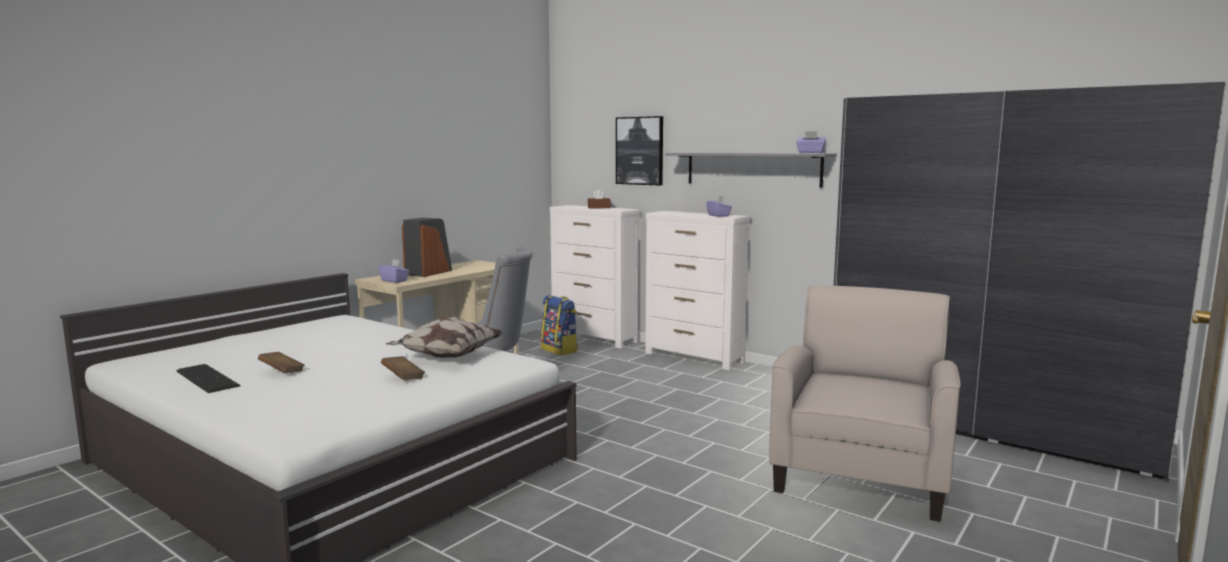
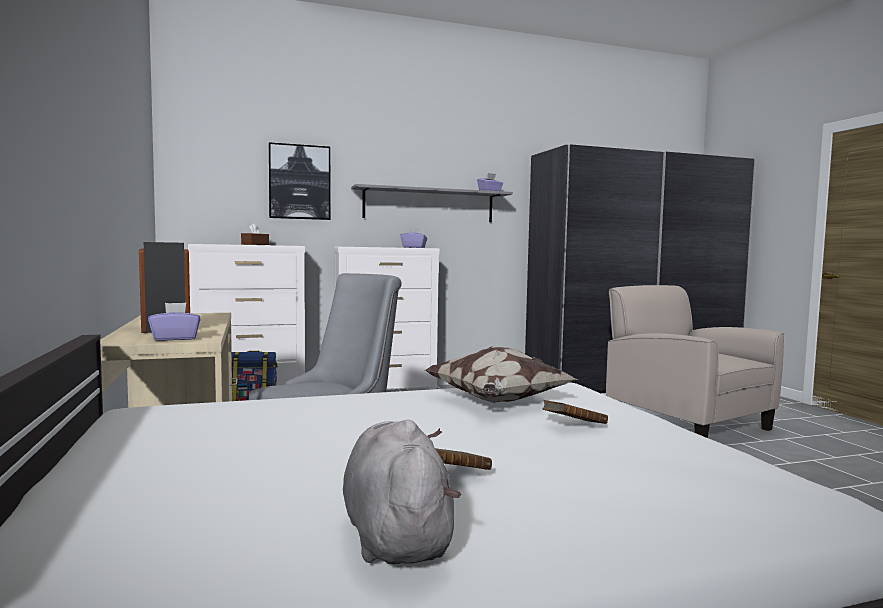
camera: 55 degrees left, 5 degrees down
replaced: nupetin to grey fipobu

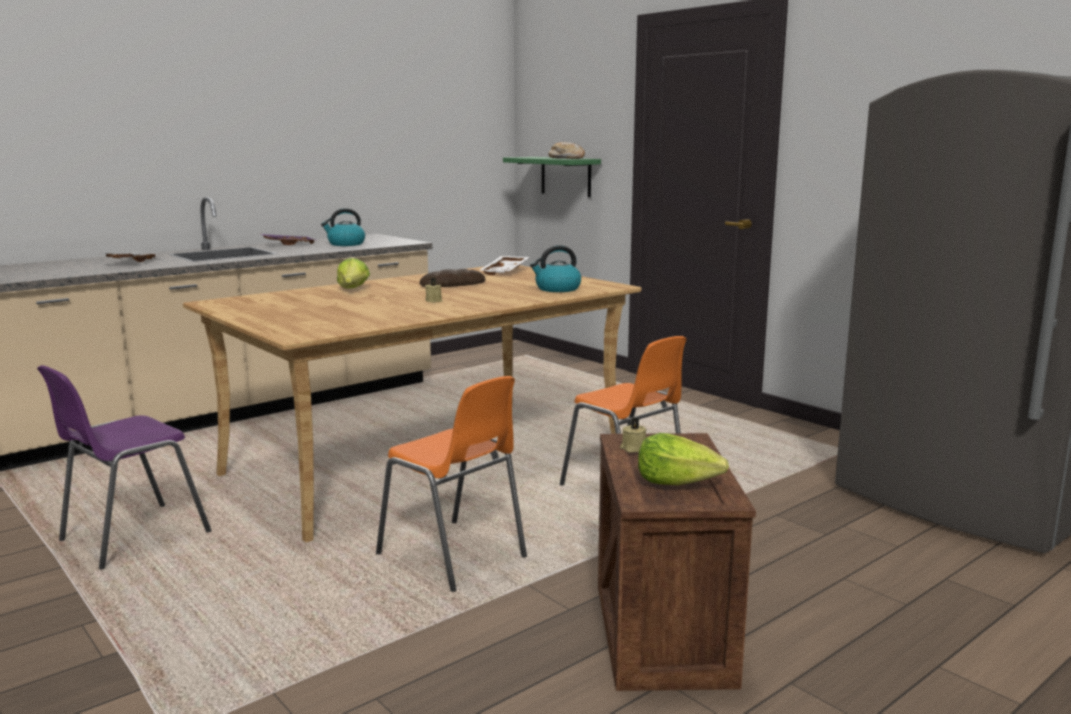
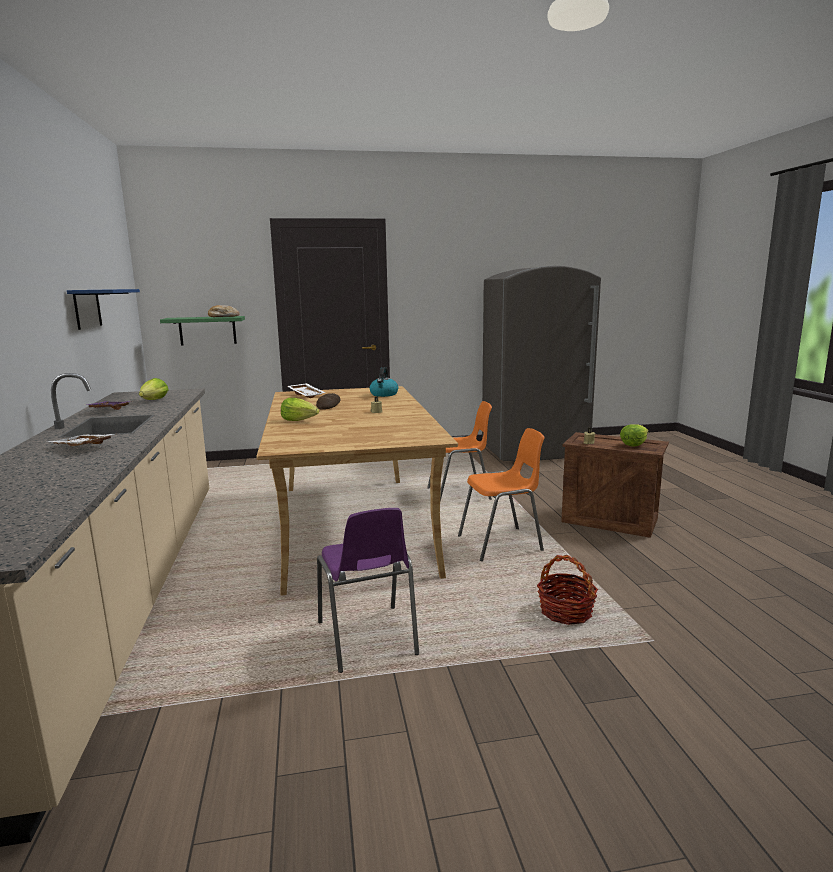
camera: 60 degrees left, 0 degrees up
added: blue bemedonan; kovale
replaced: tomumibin (1st from left) to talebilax (1st from left)

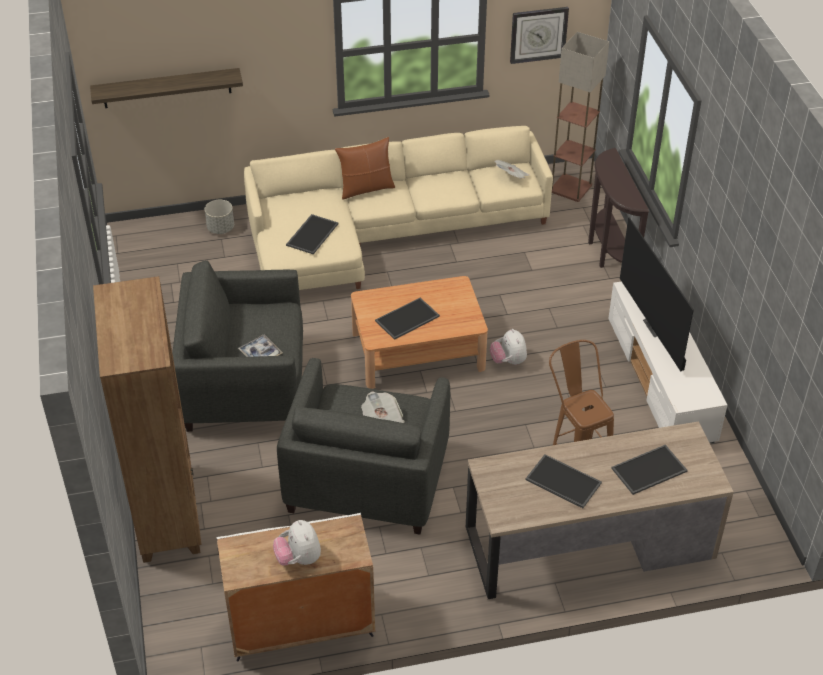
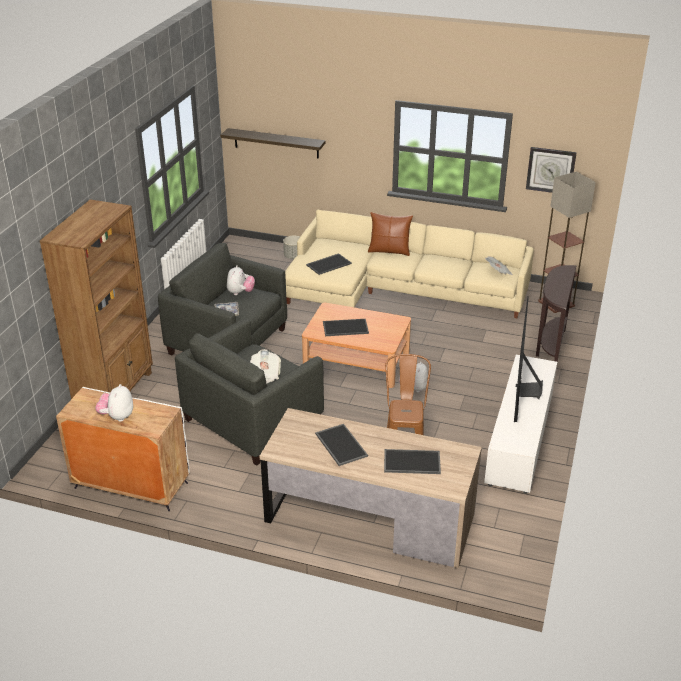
camera: 30 degrees right, 10 degrees down
added: fipobu (2nd from left)

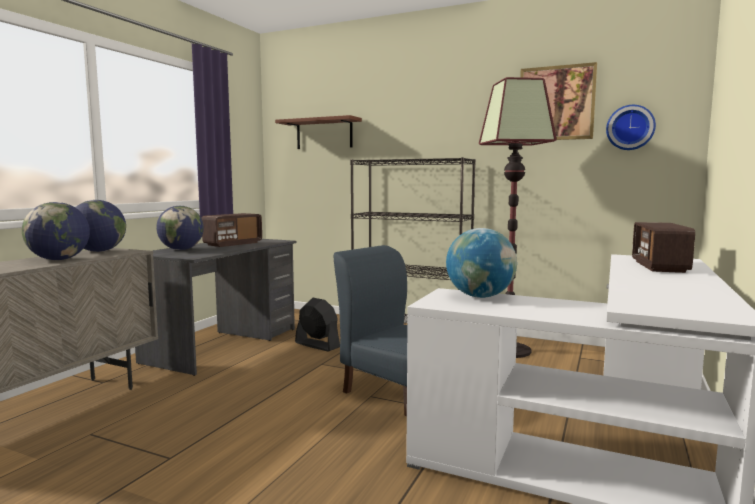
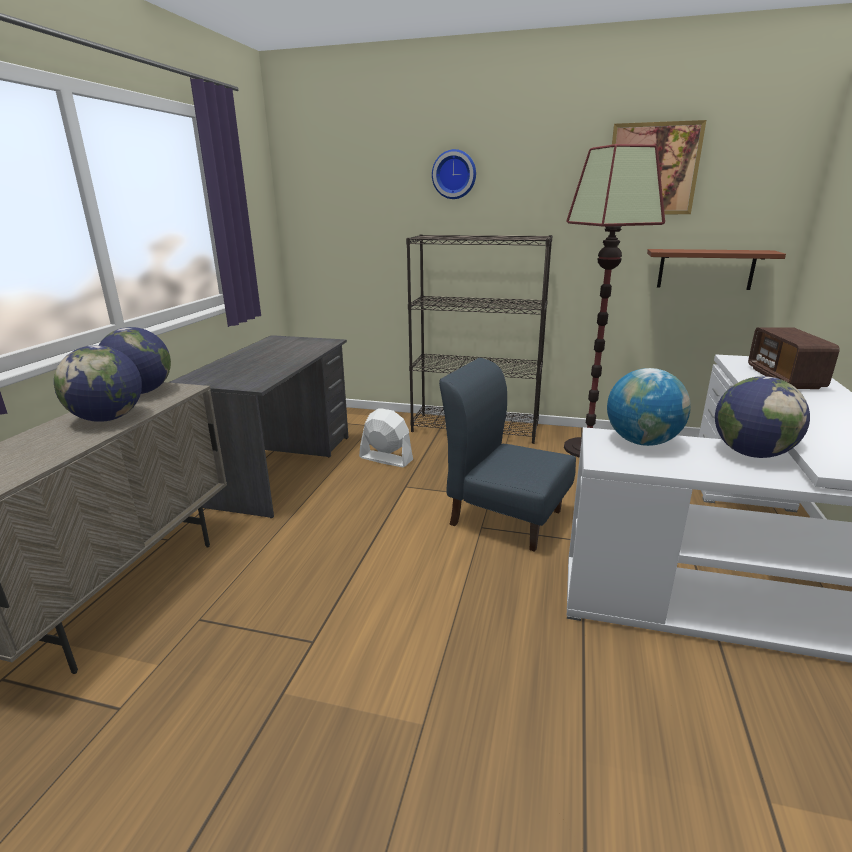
camera: 10 degrees left, 15 degrees up
removed: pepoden (1st from left)
moved: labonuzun; brown bemedonan; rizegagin (3rd from left in the first image) to rizegagin (4th from left)
recoloured: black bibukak to white bibukak

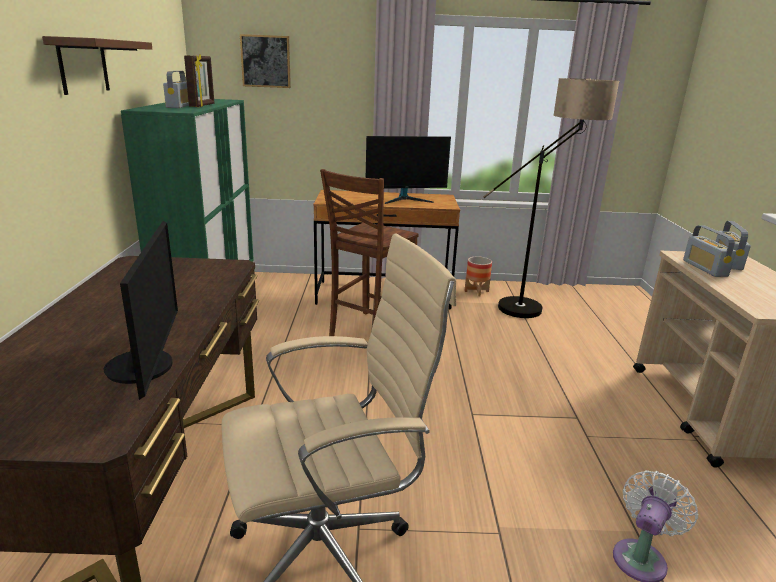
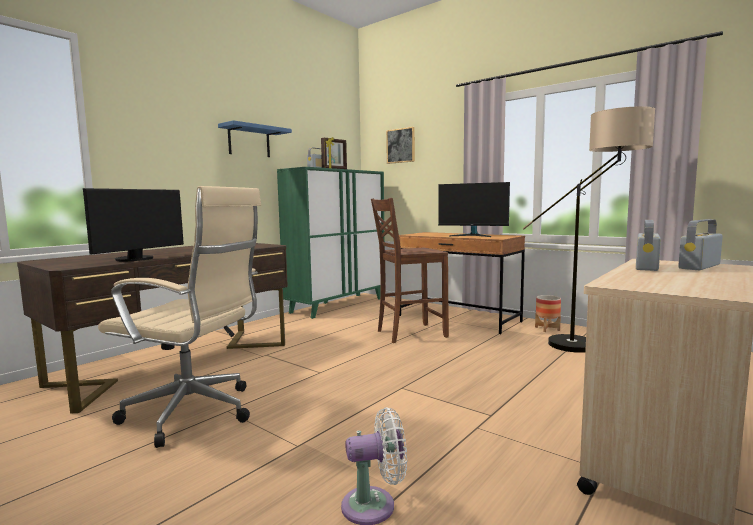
camera: 40 degrees right, 15 degrees down
recoloured: brown bemedonan to blue bemedonan

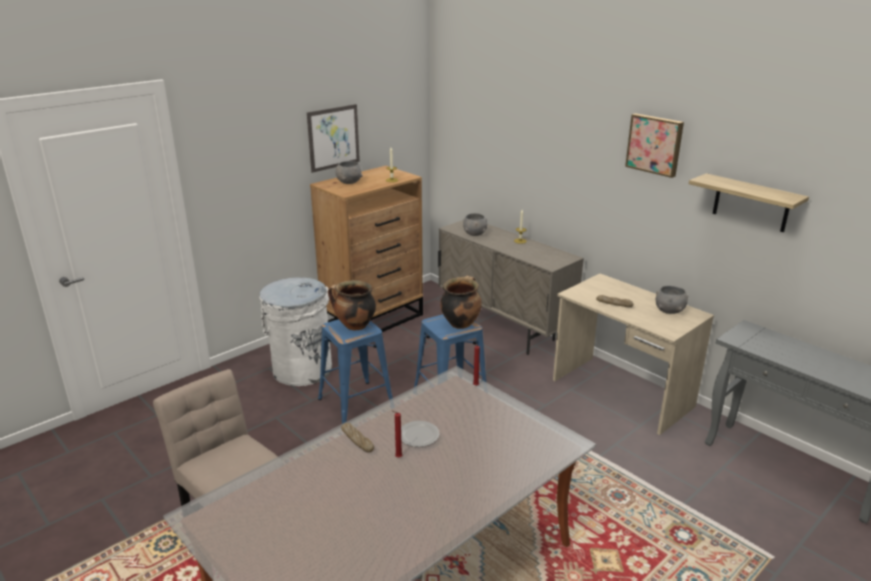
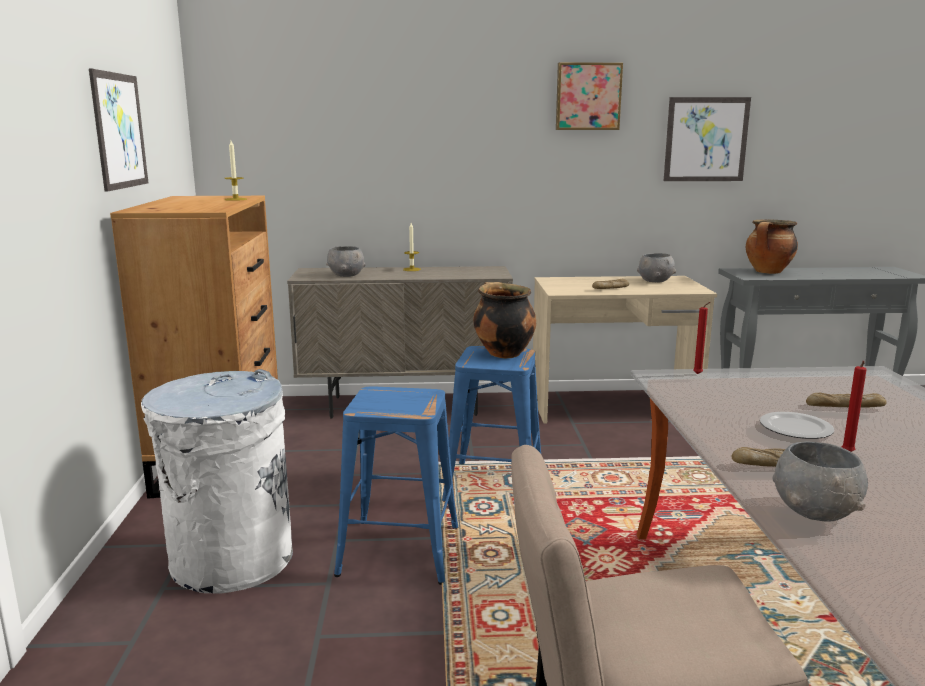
camera: 50 degrees left, 10 degrees down
added: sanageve (3rd from left)
moved: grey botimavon (1st from left in the first image) to grey botimavon (3rd from left); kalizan (1st from left in the first image) to kalizan (2nd from left)
replaced: bemedonan to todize (3rd from left)

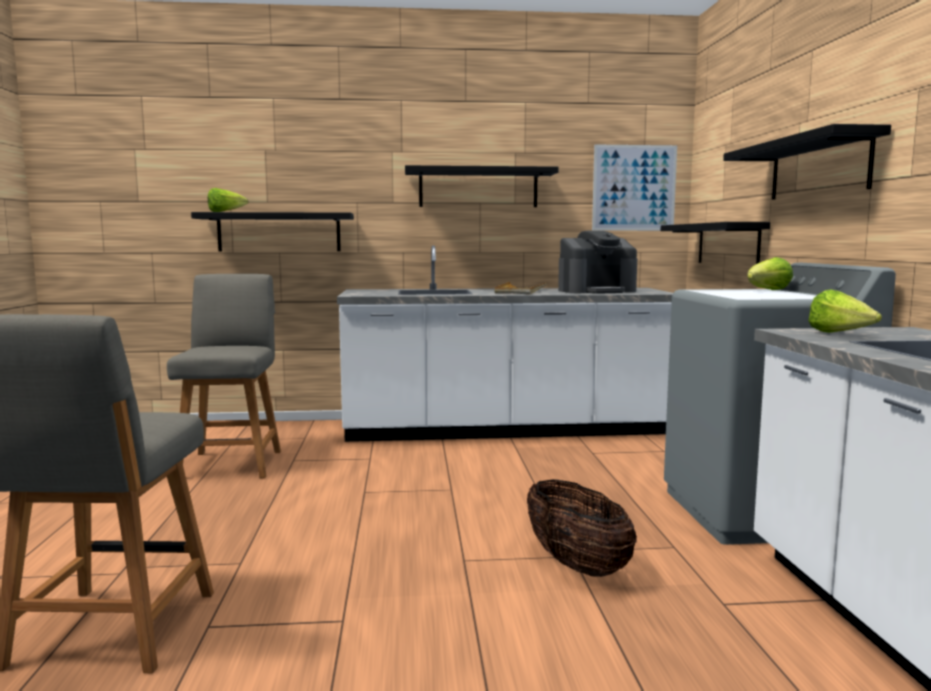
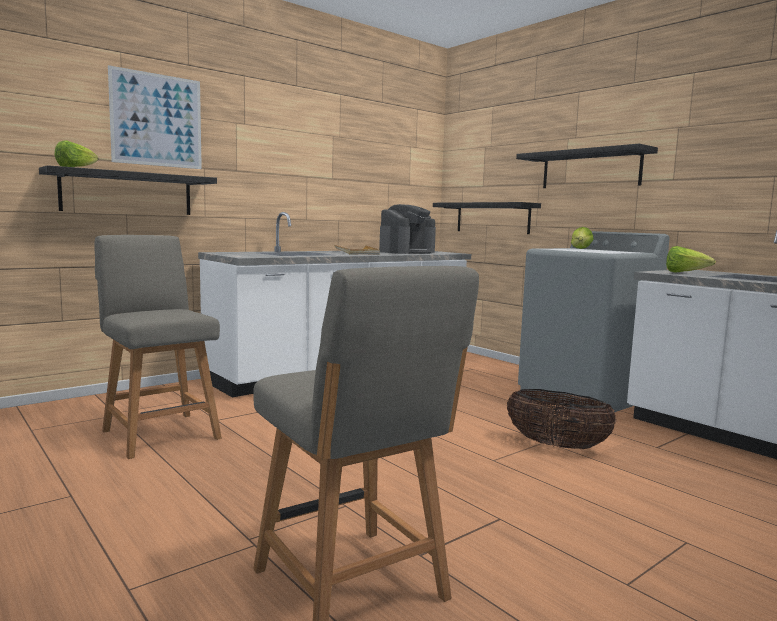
camera: 35 degrees left, 0 degrees up
removed: black bemedonan (2nd from left)
moved: todize

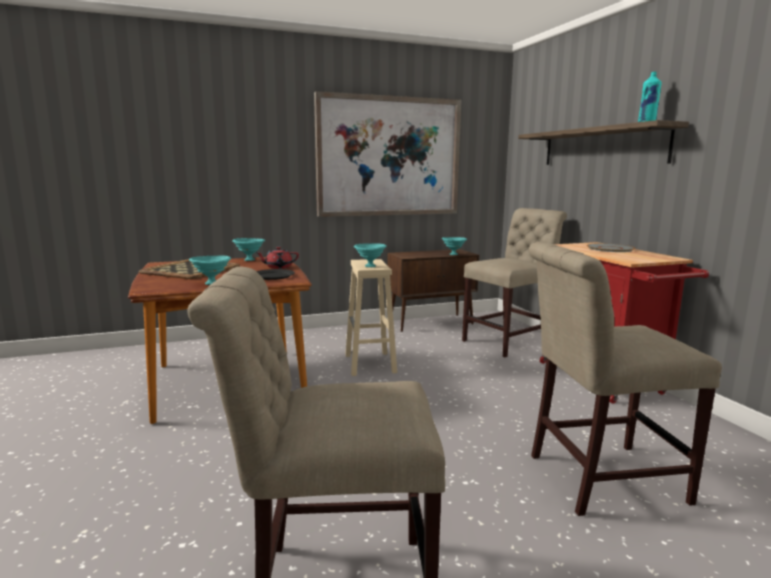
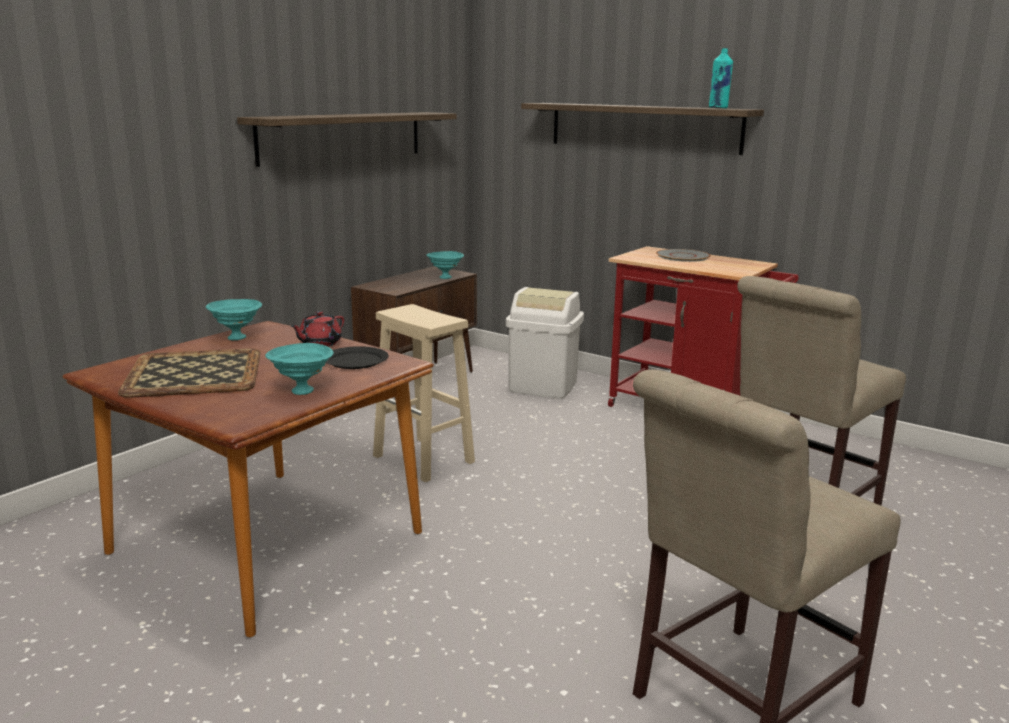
camera: 35 degrees left, 5 degrees up
removed: turquoise botimavon (3rd from left)
replaced: todize to bemedonan (1st from left); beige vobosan (2nd from left) to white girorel

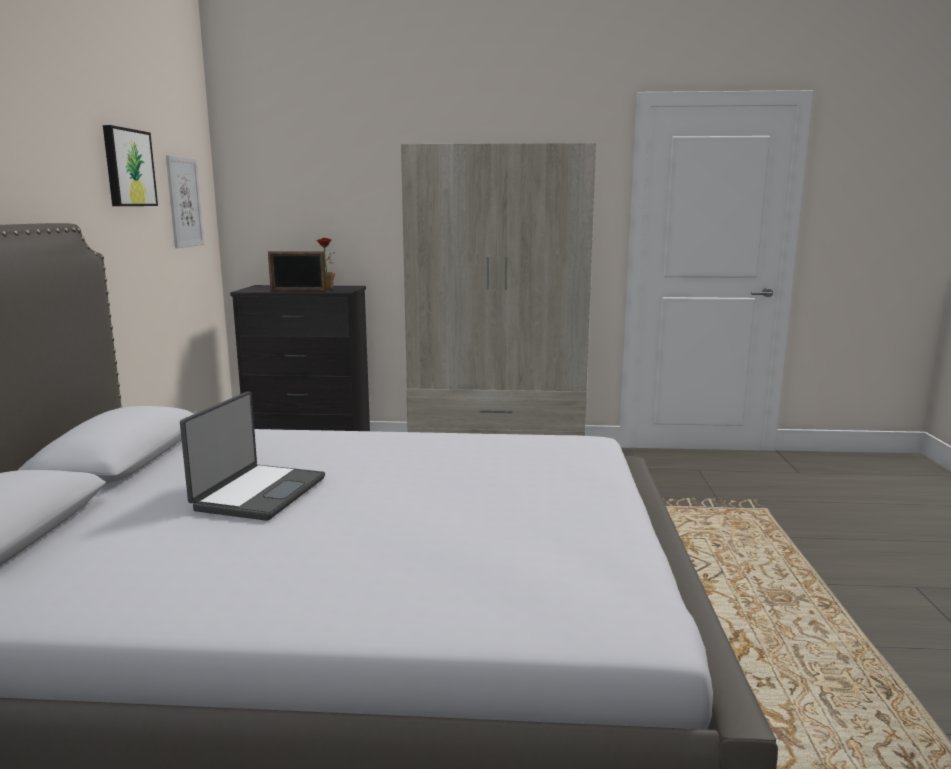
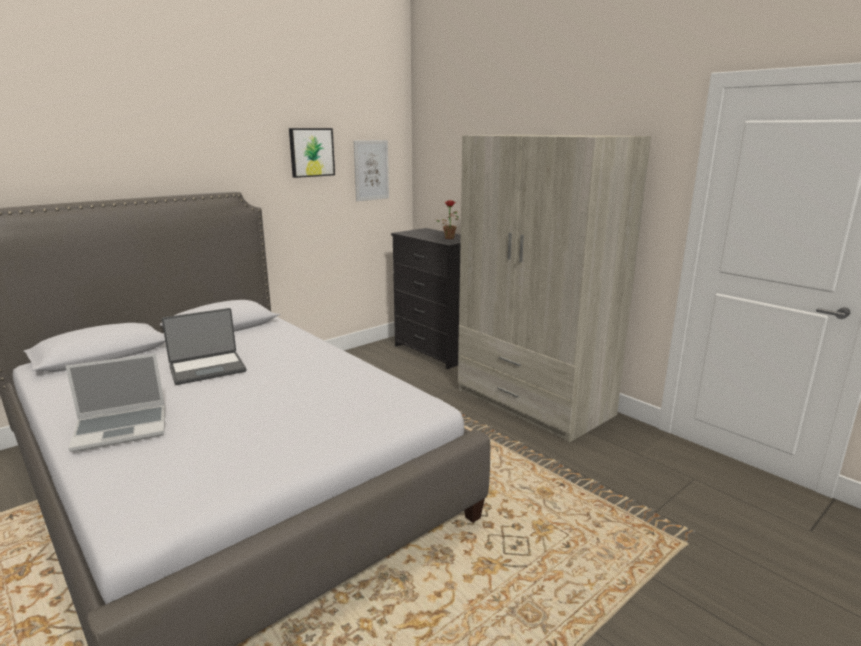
camera: 45 degrees right, 5 degrees up
removed: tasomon
added: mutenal (1st from left)

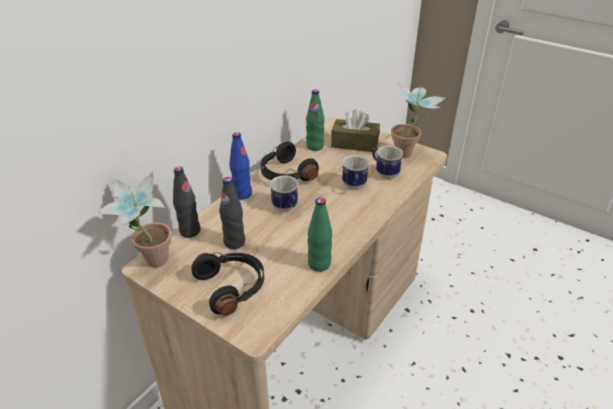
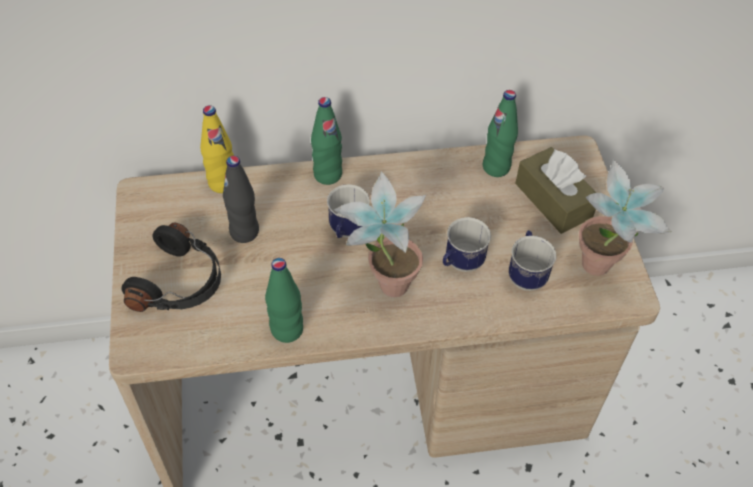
camera: 45 degrees right, 15 degrees up
removed: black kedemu (2nd from left)
moved: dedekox (1st from left)
recoloured: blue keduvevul to green keduvevul (2nd from left); black keduvevul (1st from left) to yellow keduvevul

